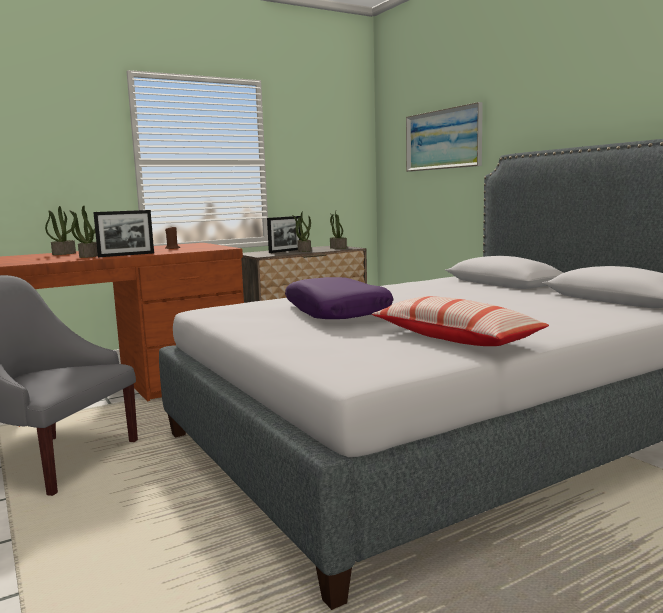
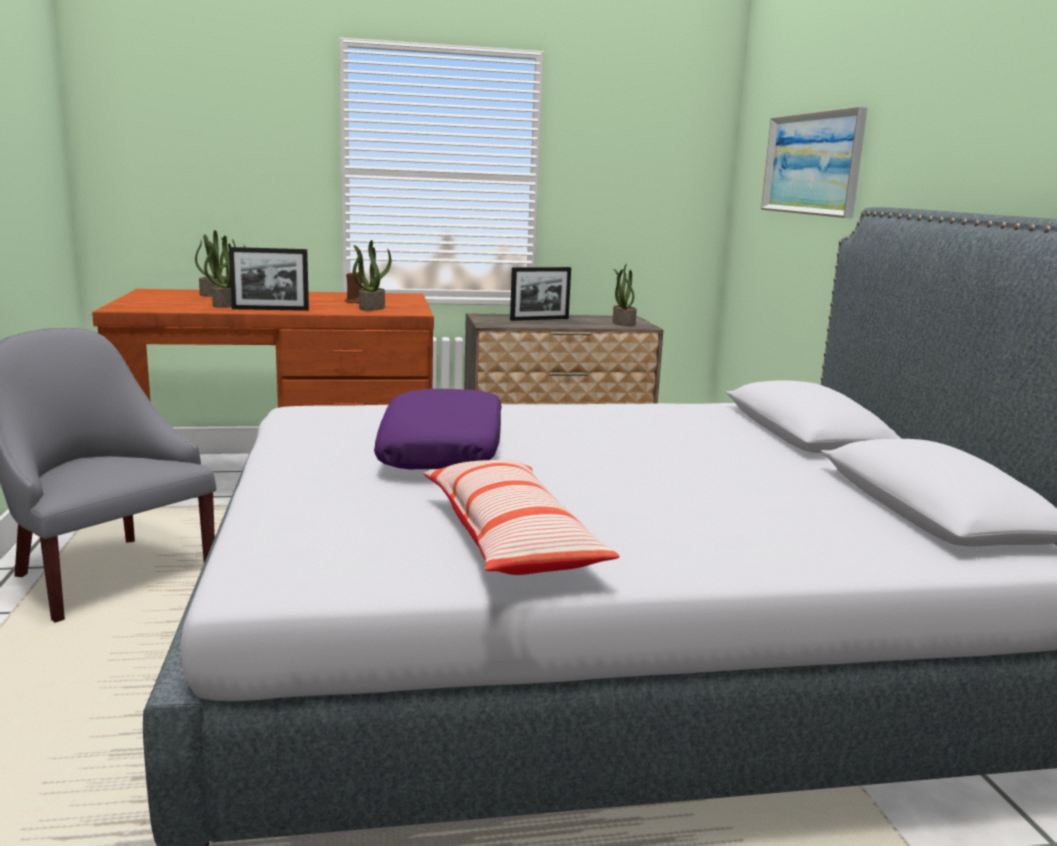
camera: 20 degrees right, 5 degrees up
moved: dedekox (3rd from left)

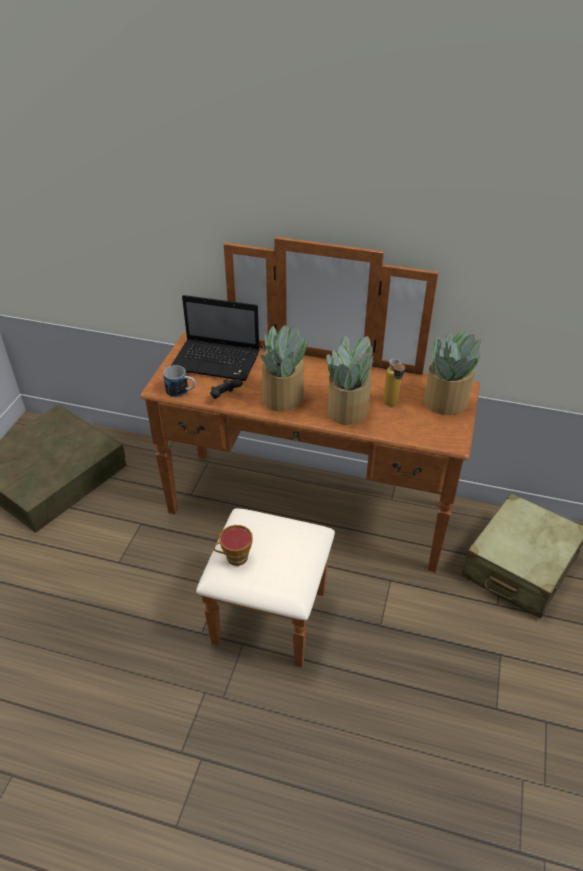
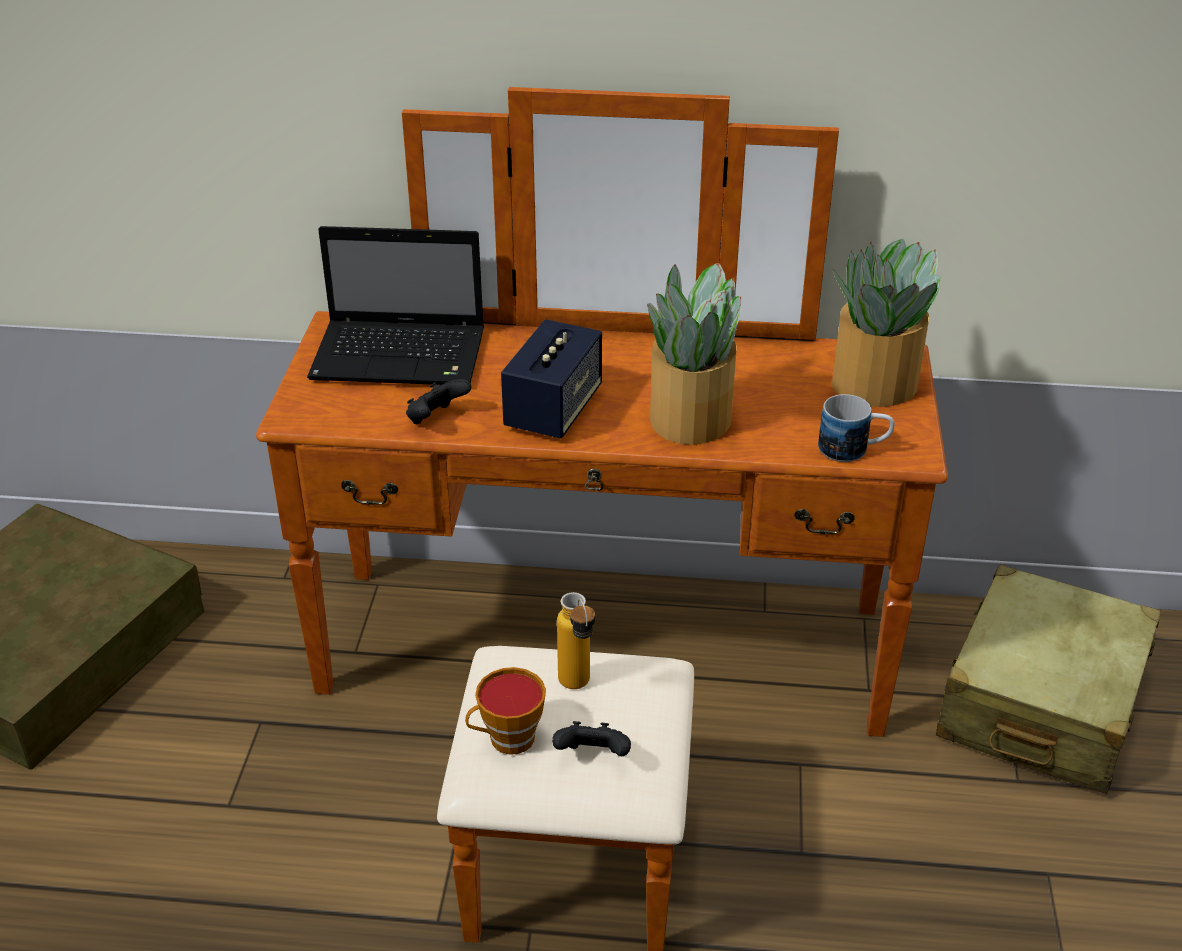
camera: 10 degrees left, 5 degrees down
added: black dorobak (2nd from left)
moved: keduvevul; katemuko
replaced: dedekox (1st from left) to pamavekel

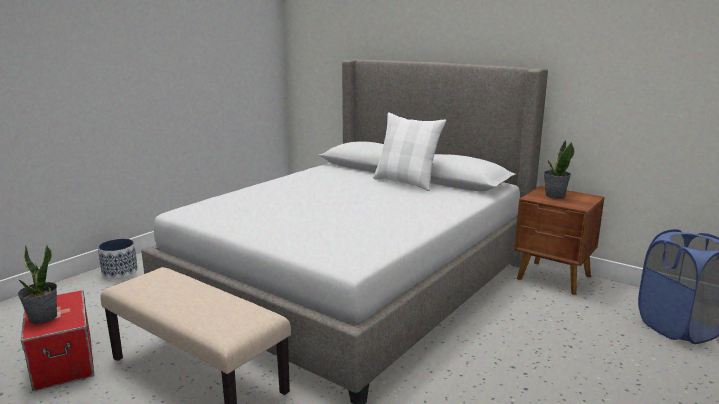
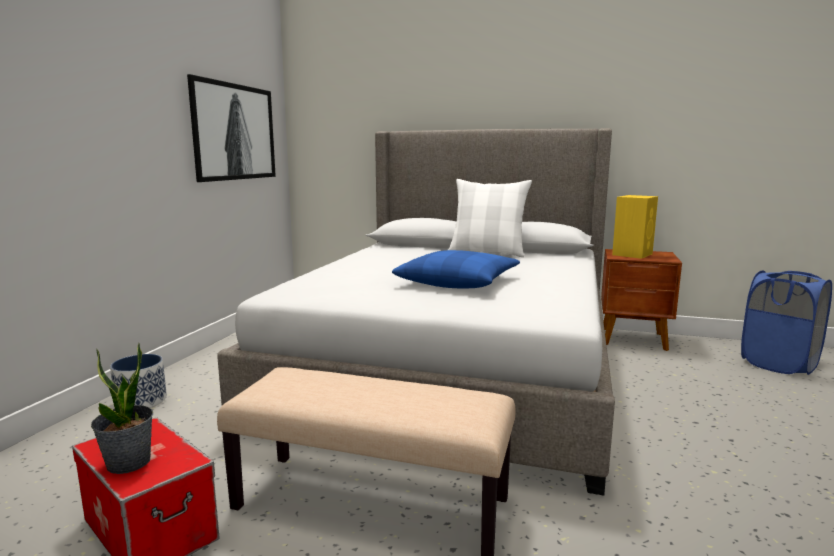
camera: 20 degrees left, 5 degrees down
added: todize; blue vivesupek
replaced: dedekox (2nd from left) to yellow pamavekel

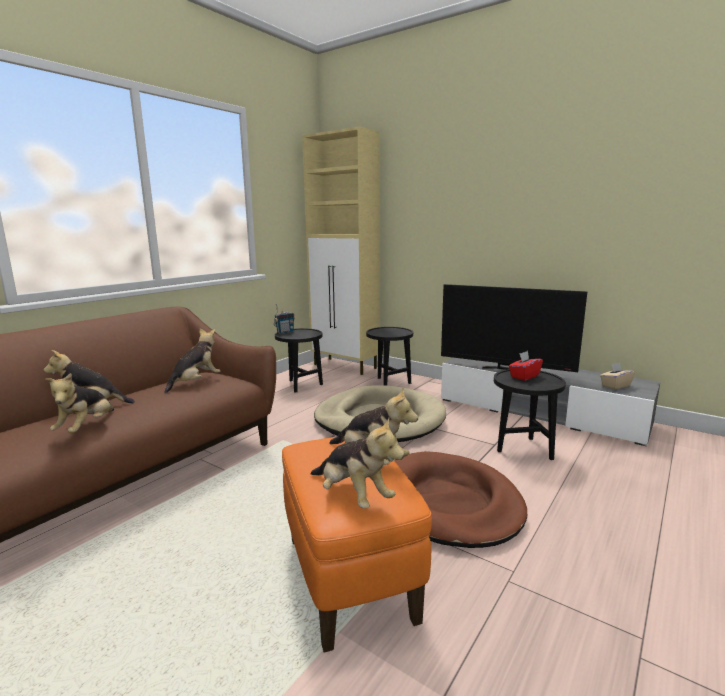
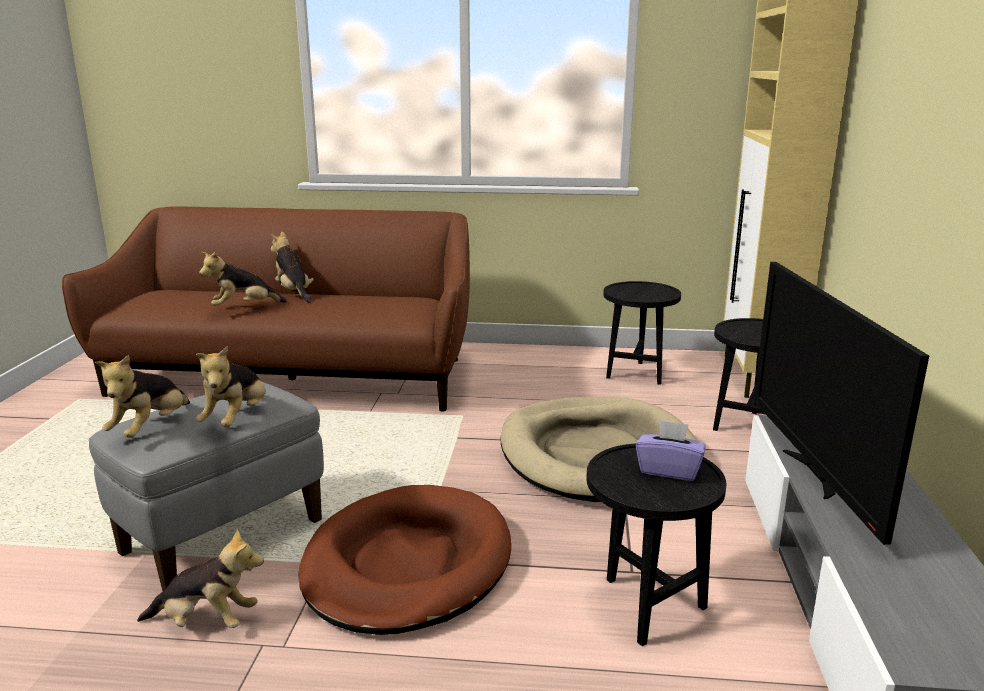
camera: 60 degrees right, 5 degrees up
removed: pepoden; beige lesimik
moved: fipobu (3rd from left in the first image) to fipobu (2nd from left)
recoloured: red lesimik to purple lesimik; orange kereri to grey kereri

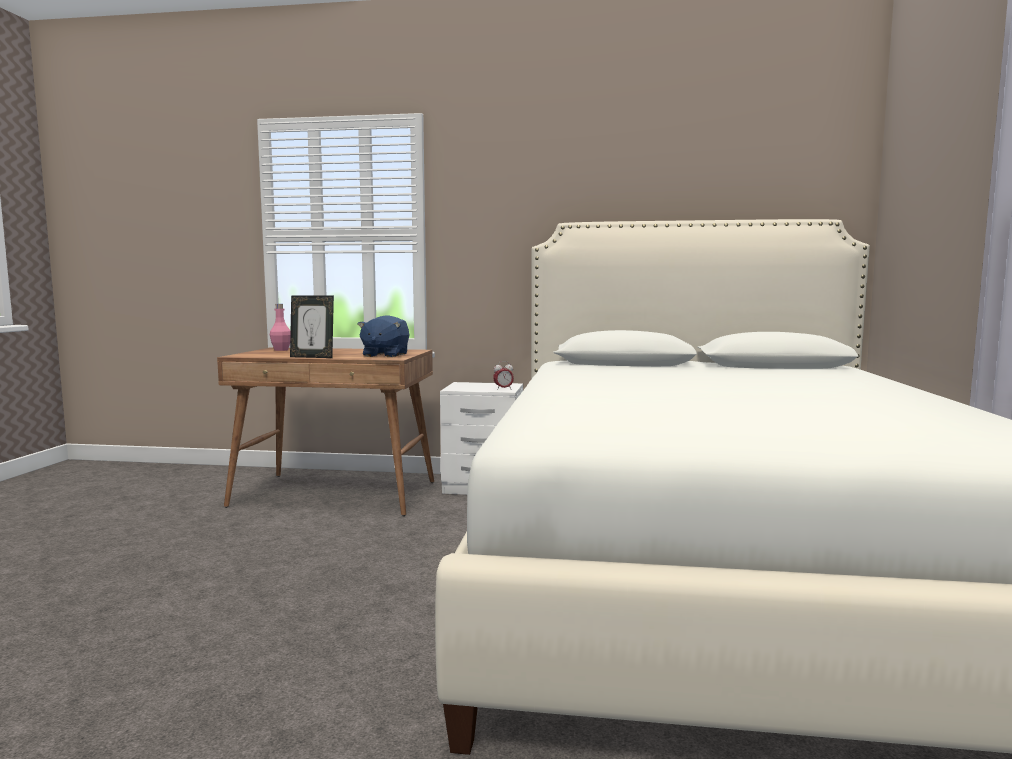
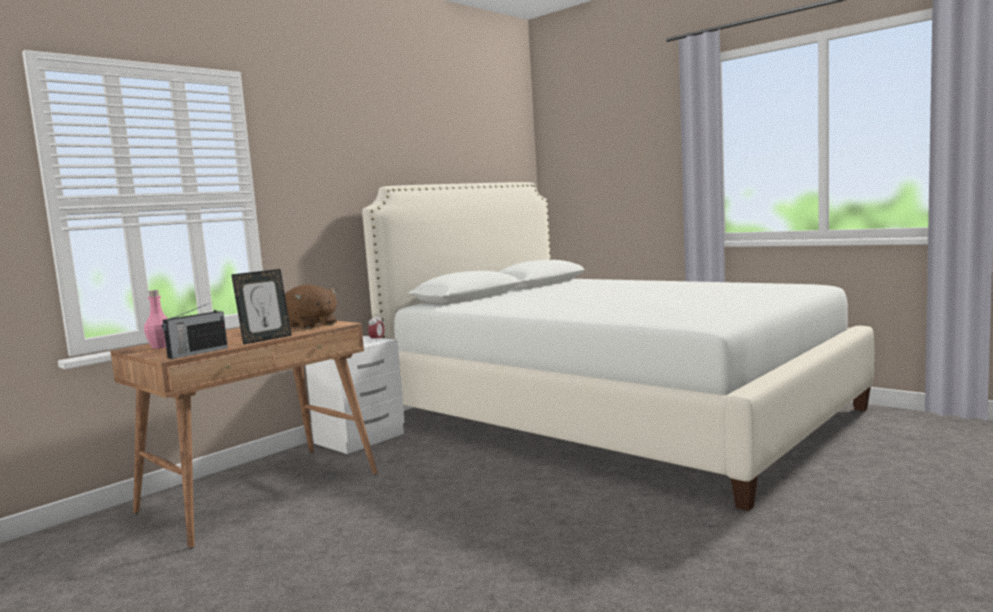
camera: 55 degrees left, 0 degrees up
added: pepoden
recoloured: blue fipobu to brown fipobu

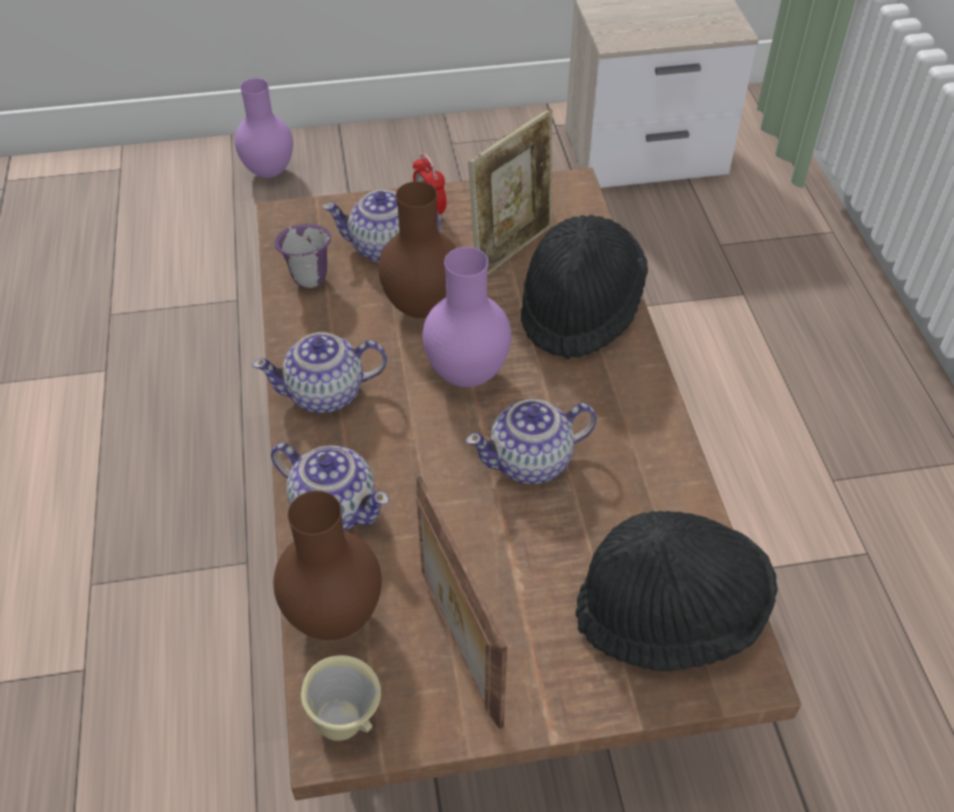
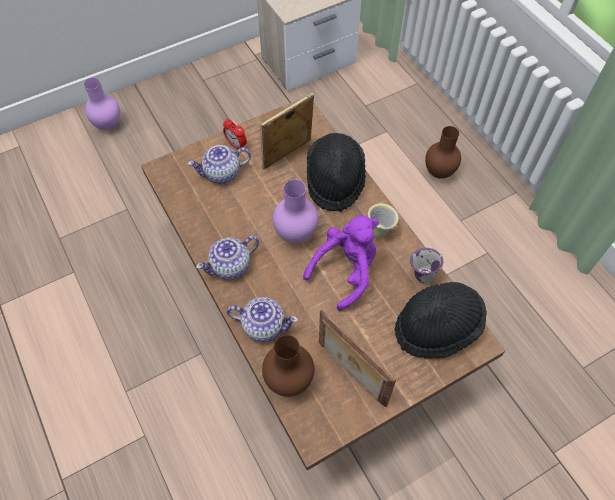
camera: 20 degrees left, 10 degrees up
moved: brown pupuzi (2nd from left); purple katemuko; beige katemuko
replaced: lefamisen (4th from left) to purple fipobu
turned: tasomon (2nd from left in the first image) 150 degrees counterclockwise

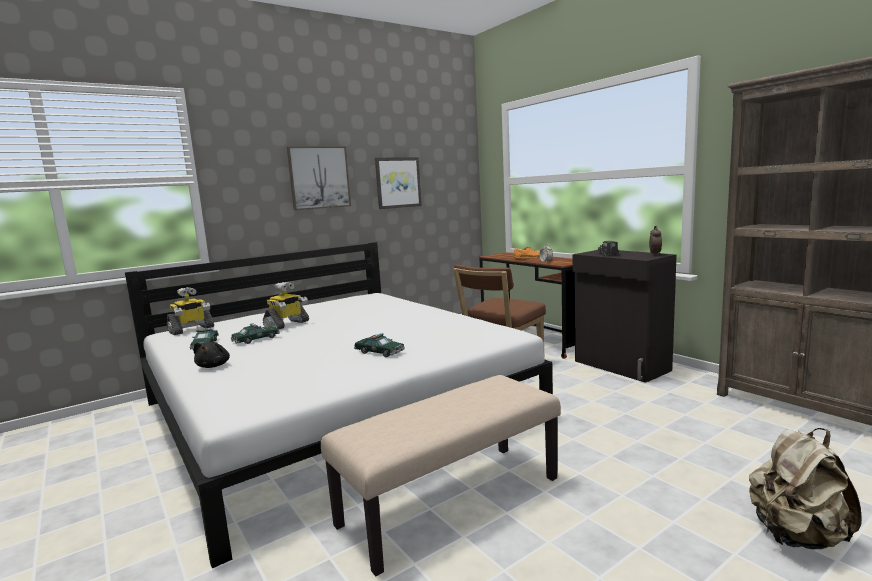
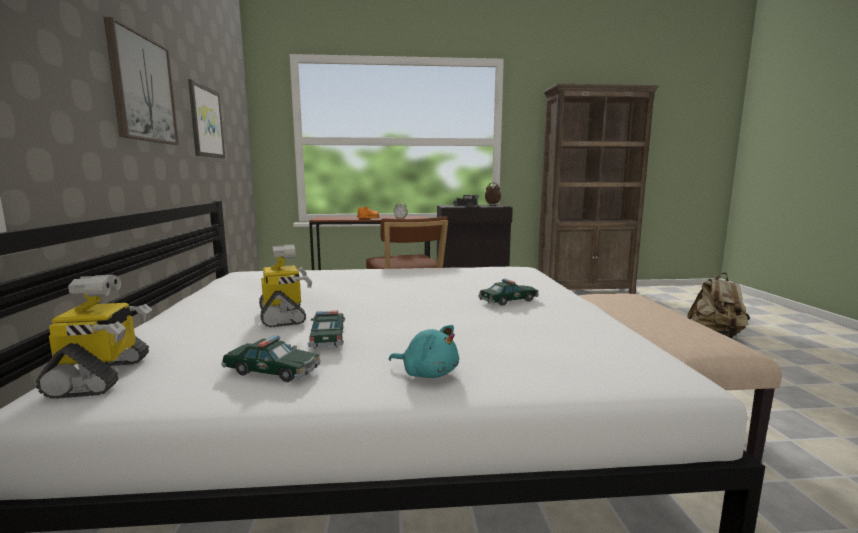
camera: 60 degrees left, 0 degrees up
recoloured: black fipobu to turquoise fipobu

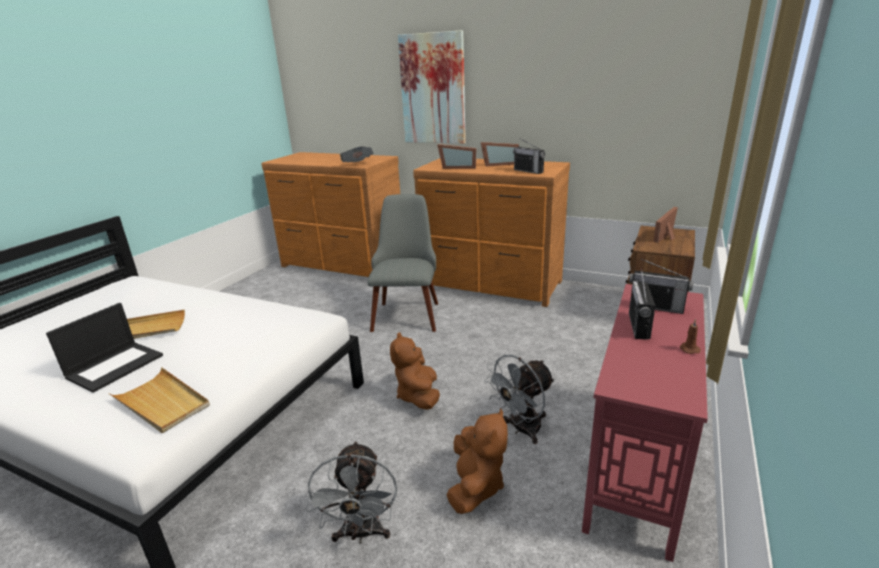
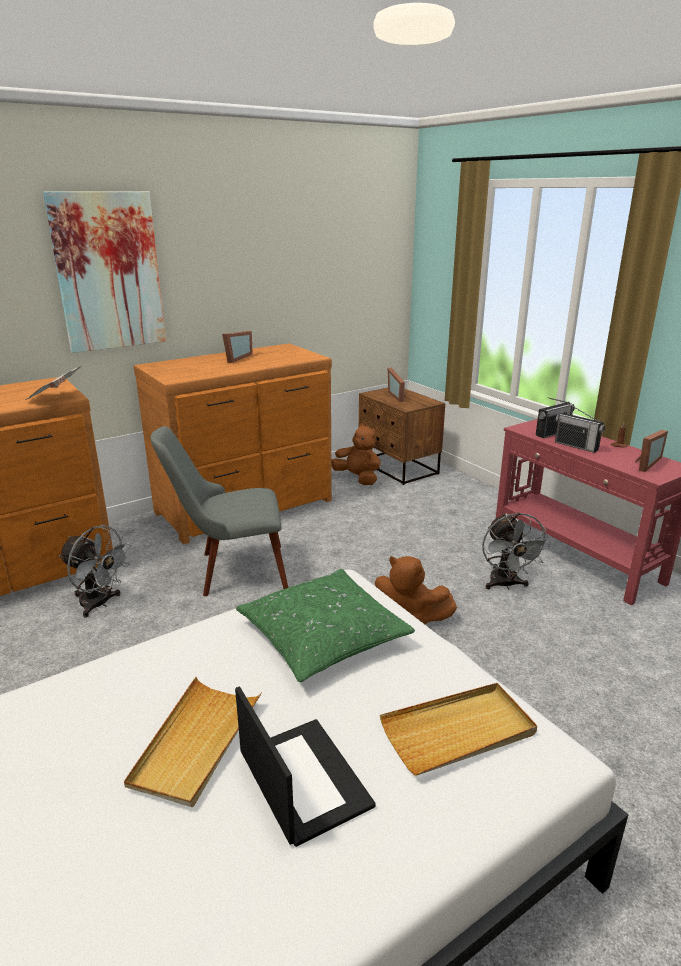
camera: 60 degrees left, 0 degrees up
removed: pepoden (1st from left)
added: green vivesupek
moved: tasomon (1st from left in the first image) to tasomon (3rd from left); brown fipobu (2nd from left in the first image) to brown fipobu (1st from left); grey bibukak (1st from left)
turned: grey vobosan 45 degrees counterclockwise

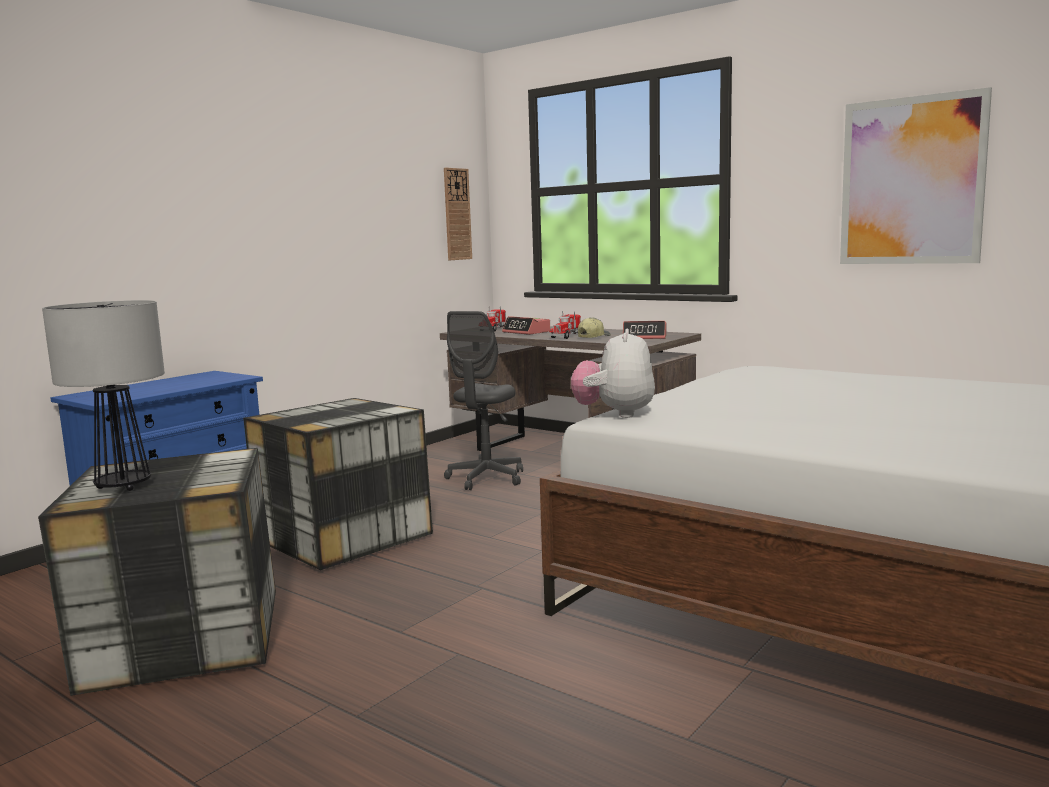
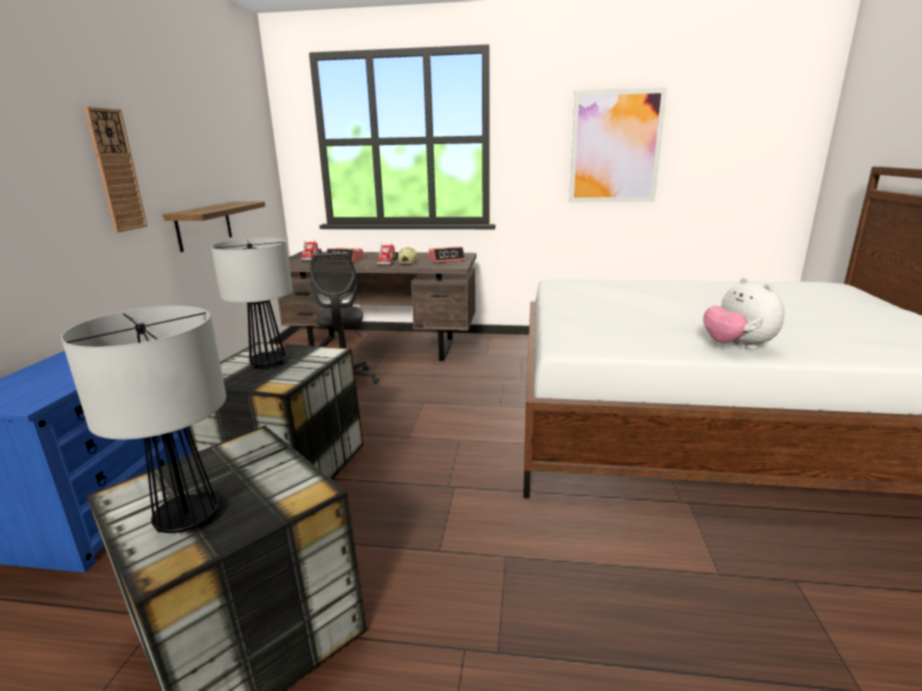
camera: 30 degrees left, 10 degrees up
added: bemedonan; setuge (2nd from left)
moved: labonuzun; fipobu

